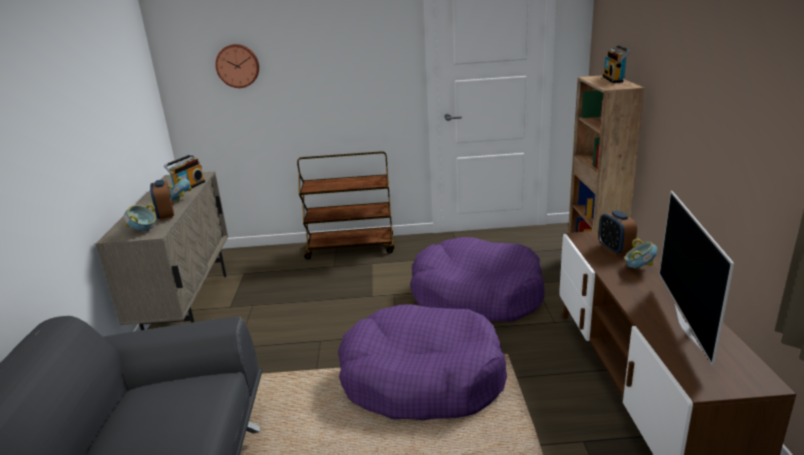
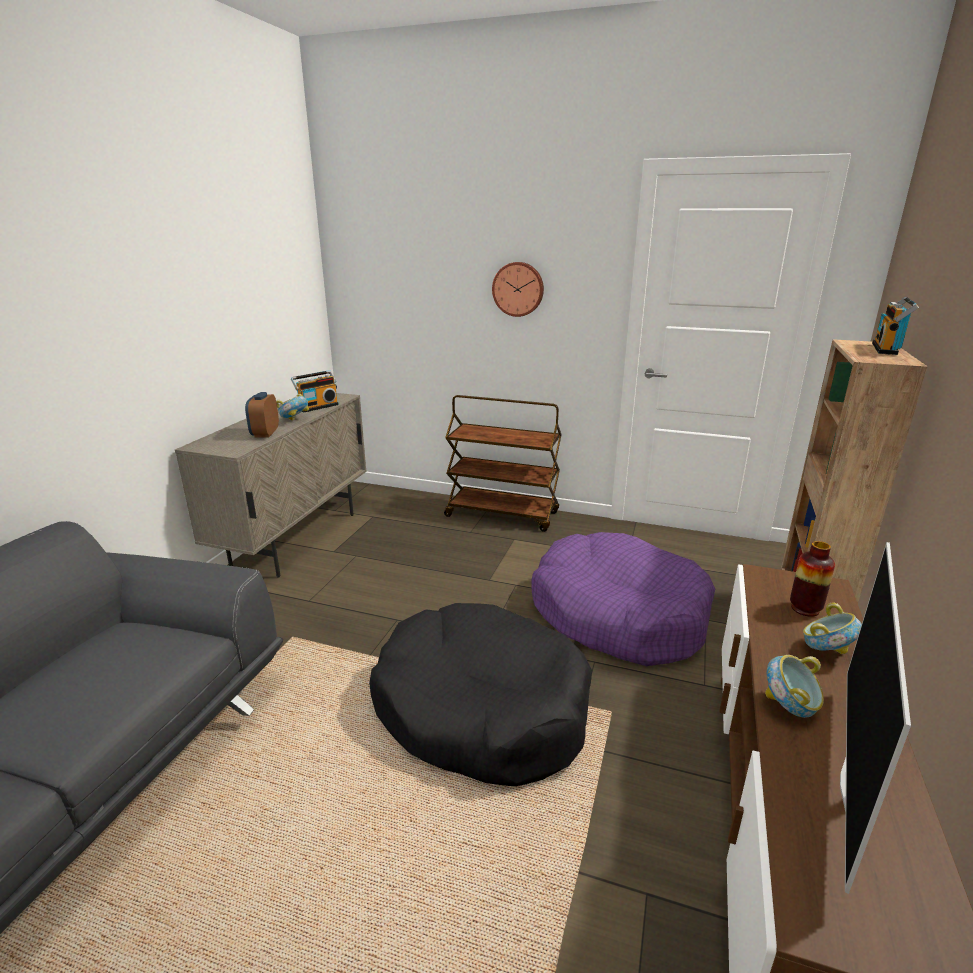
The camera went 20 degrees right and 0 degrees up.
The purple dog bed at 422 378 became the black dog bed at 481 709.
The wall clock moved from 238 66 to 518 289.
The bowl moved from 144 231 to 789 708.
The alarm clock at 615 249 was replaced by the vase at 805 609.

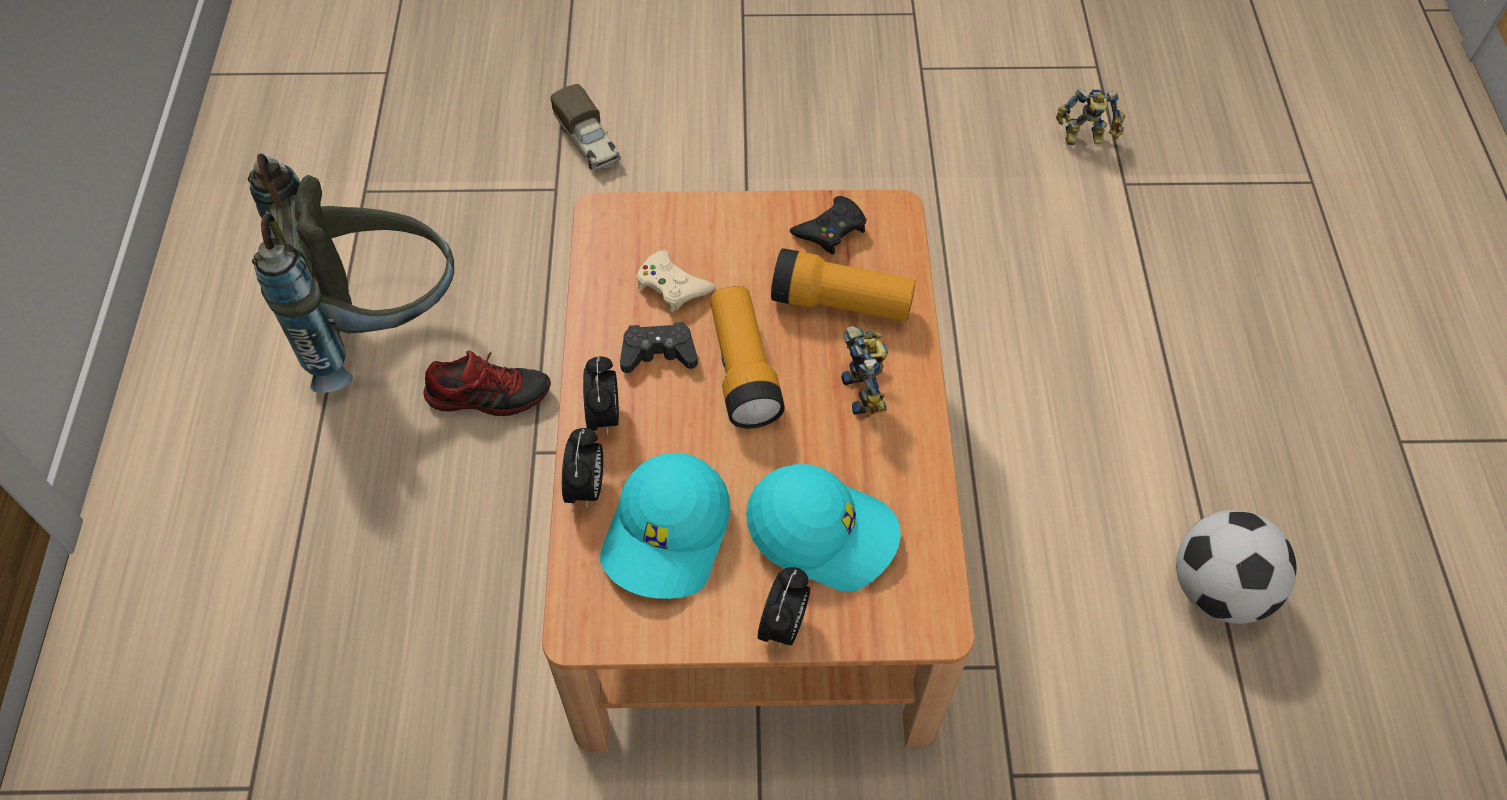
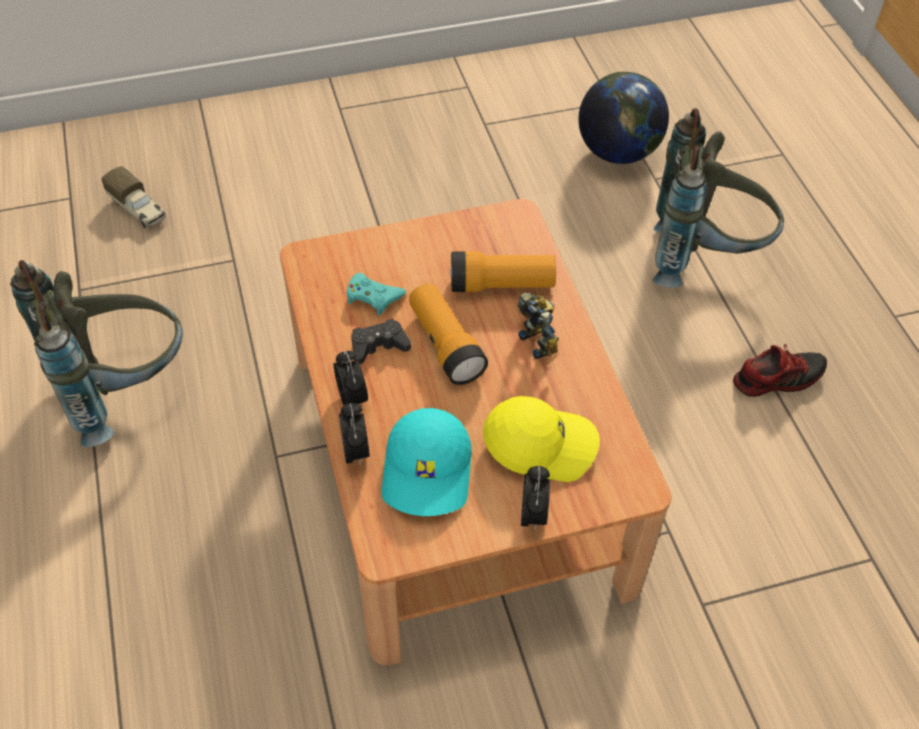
The camera went 15 degrees left and 5 degrees down.
The toy truck moved from 589 143 to 138 209.
The beige game controller at 672 286 became the turquoise game controller at 373 297.
The turquoise cap at 823 531 became the yellow cap at 540 443.
The toy robot at 1085 139 was replaced by the globe at 617 153.
The grey backpack at 704 257 appeared.
The shoe moved from 489 394 to 777 378.
The black game controller at 831 230 disappeared.
The football at 1218 590 disappeared.

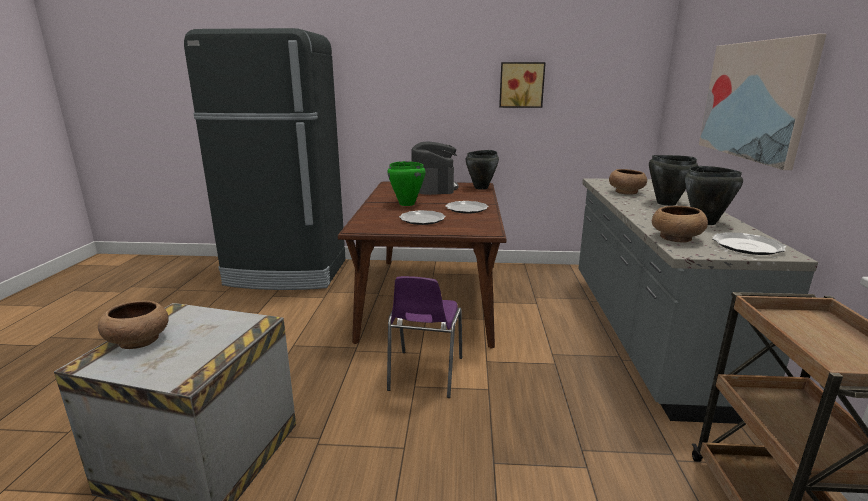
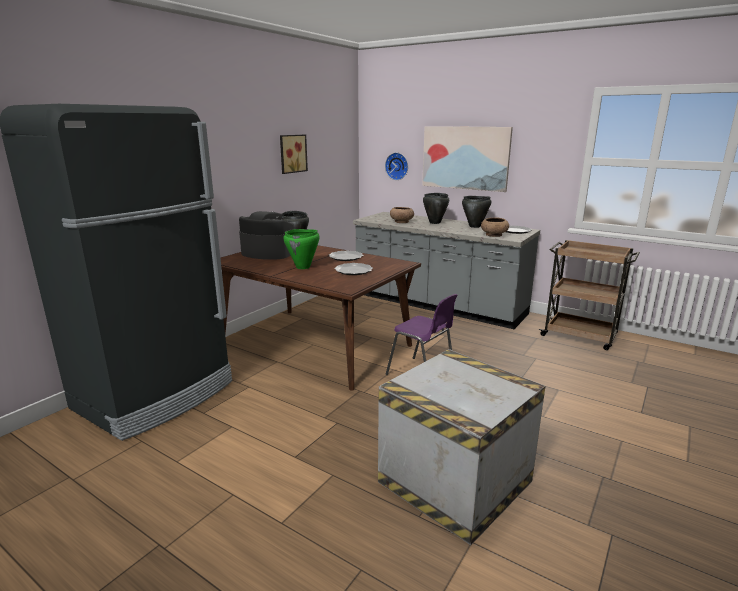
The camera went 60 degrees left and 0 degrees up.
The wall clock at 397 166 appeared.
The brown bowl at 139 340 disappeared.

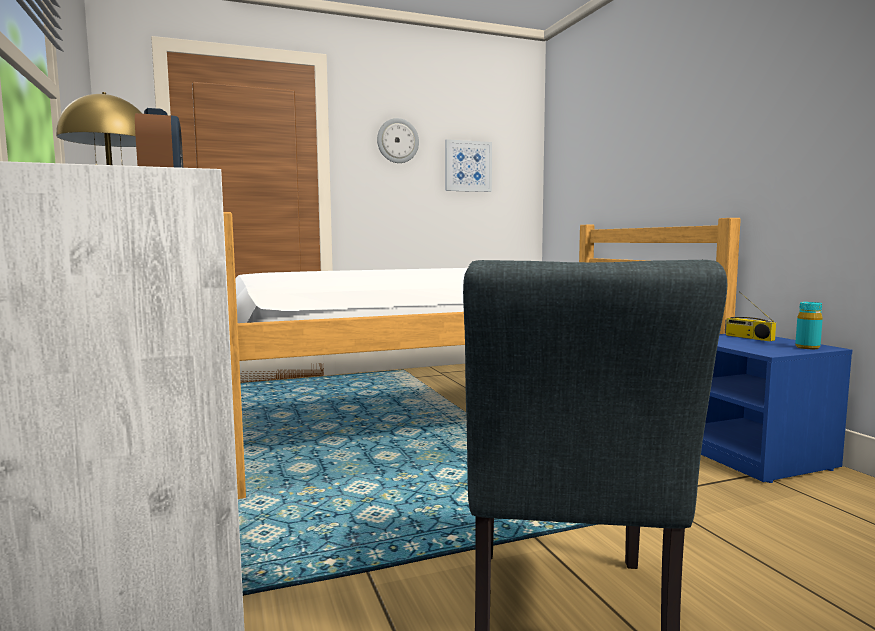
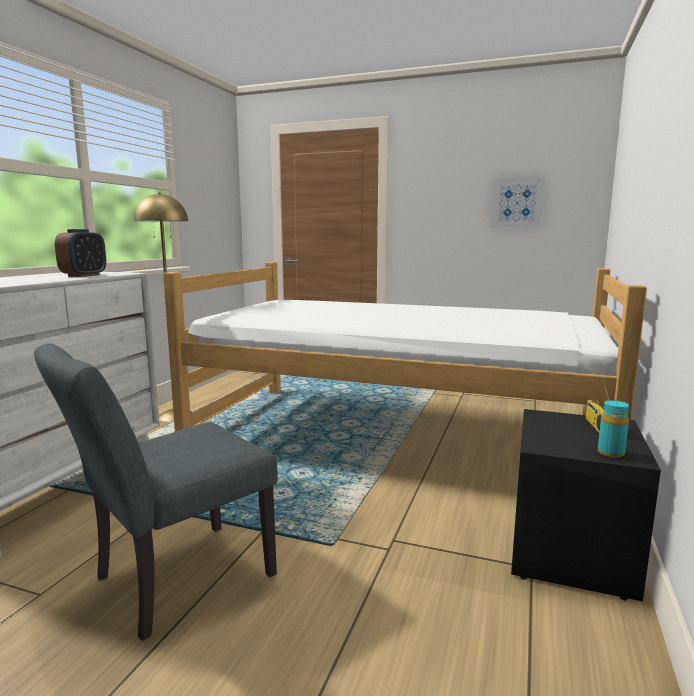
The camera went 40 degrees right and 5 degrees up.
The blue nightstand at 753 455 became the black nightstand at 572 552.
The wall clock at 397 141 disappeared.

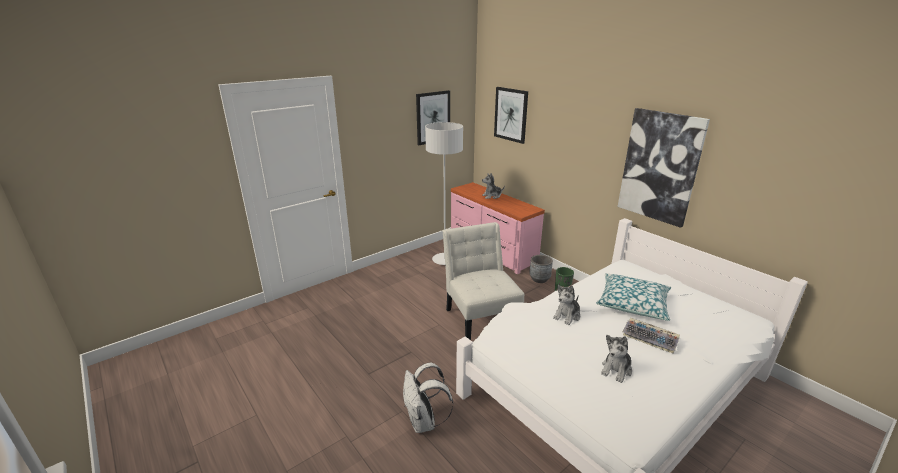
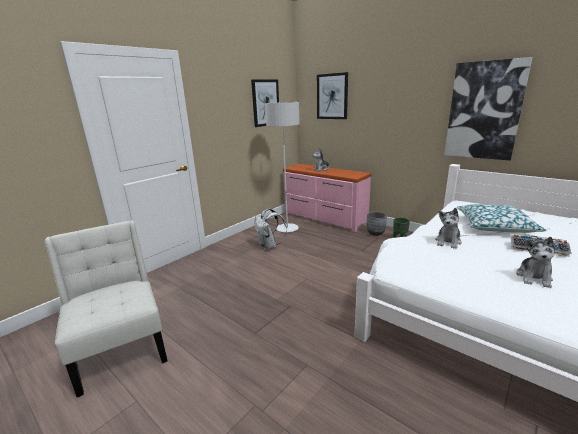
The camera went 10 degrees left and 5 degrees down.
The white chair moved from 480 317 to 122 347.
The white backpack moved from 424 422 to 269 247.

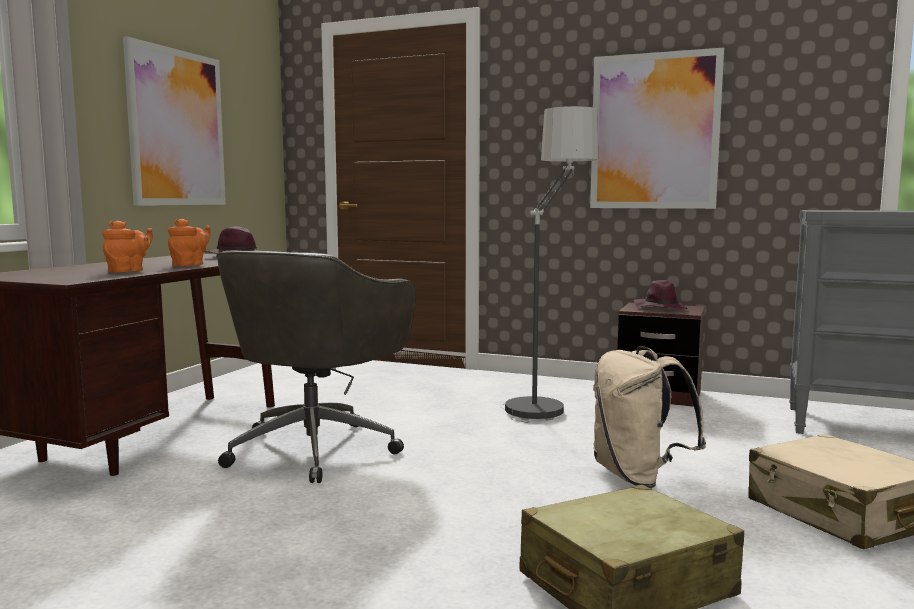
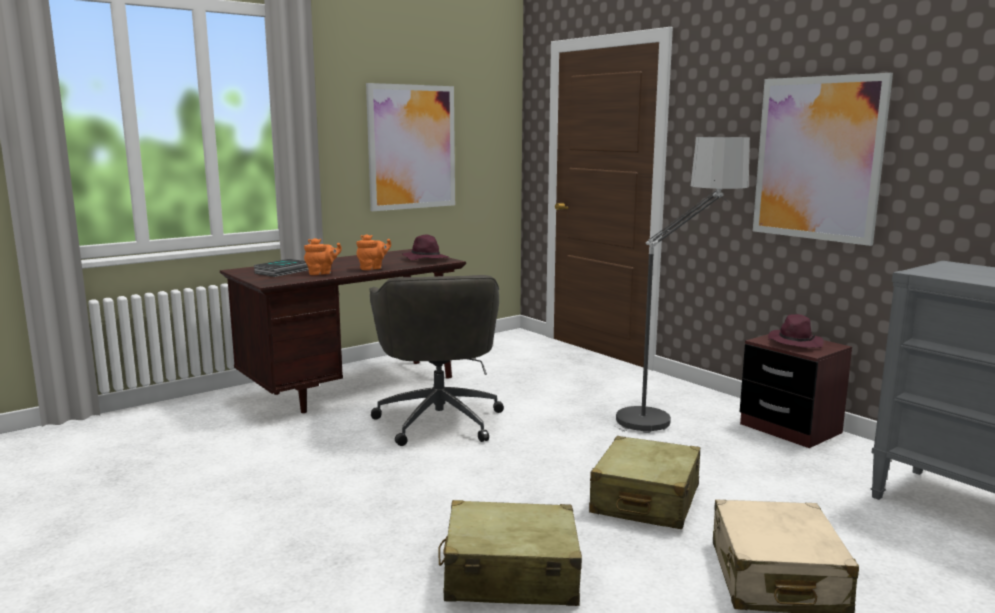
The camera went 30 degrees right and 5 degrees up.
The book at 282 272 appeared.
The grey office chair at 316 448 turned 60 degrees counterclockwise.
The beige backpack at 638 477 was replaced by the beige suitcase at 645 500.

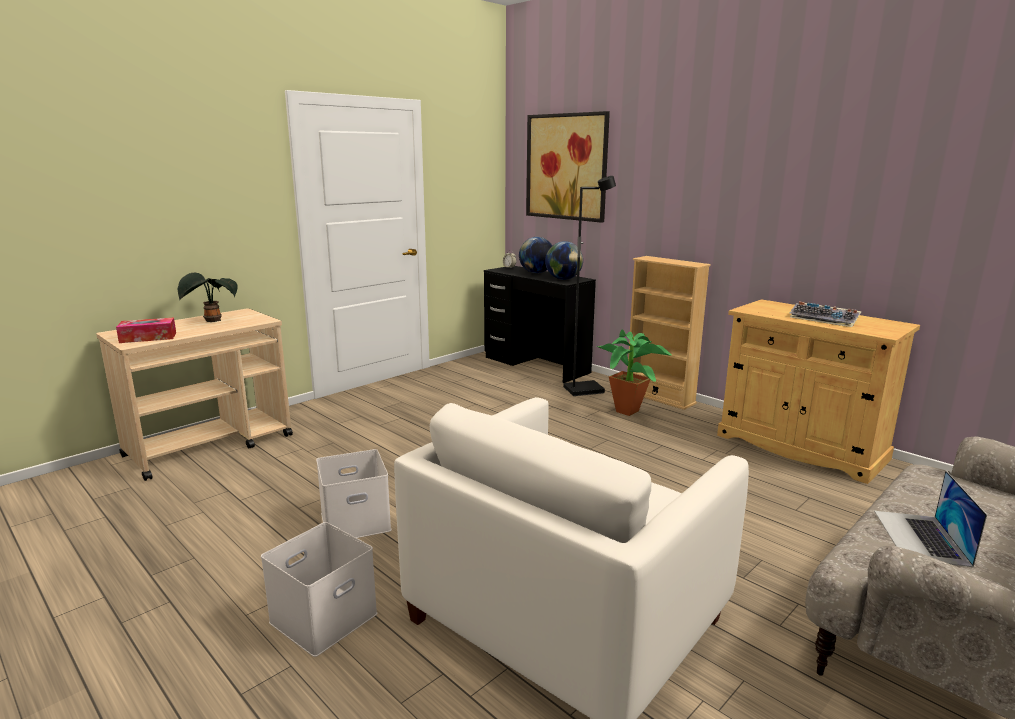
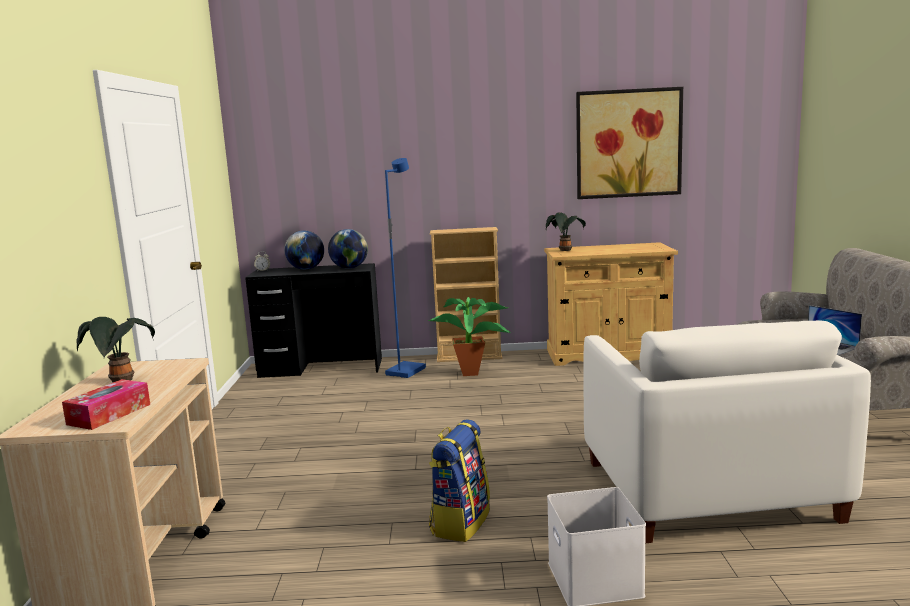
The camera went 45 degrees left and 5 degrees down.
The black floor lamp at 583 390 became the blue floor lamp at 405 371.
The white storage box at 356 520 was replaced by the backpack at 460 522.
The potted plant at 565 251 appeared.
The picture moved from 566 167 to 628 143.
The keyboard at 825 319 disappeared.

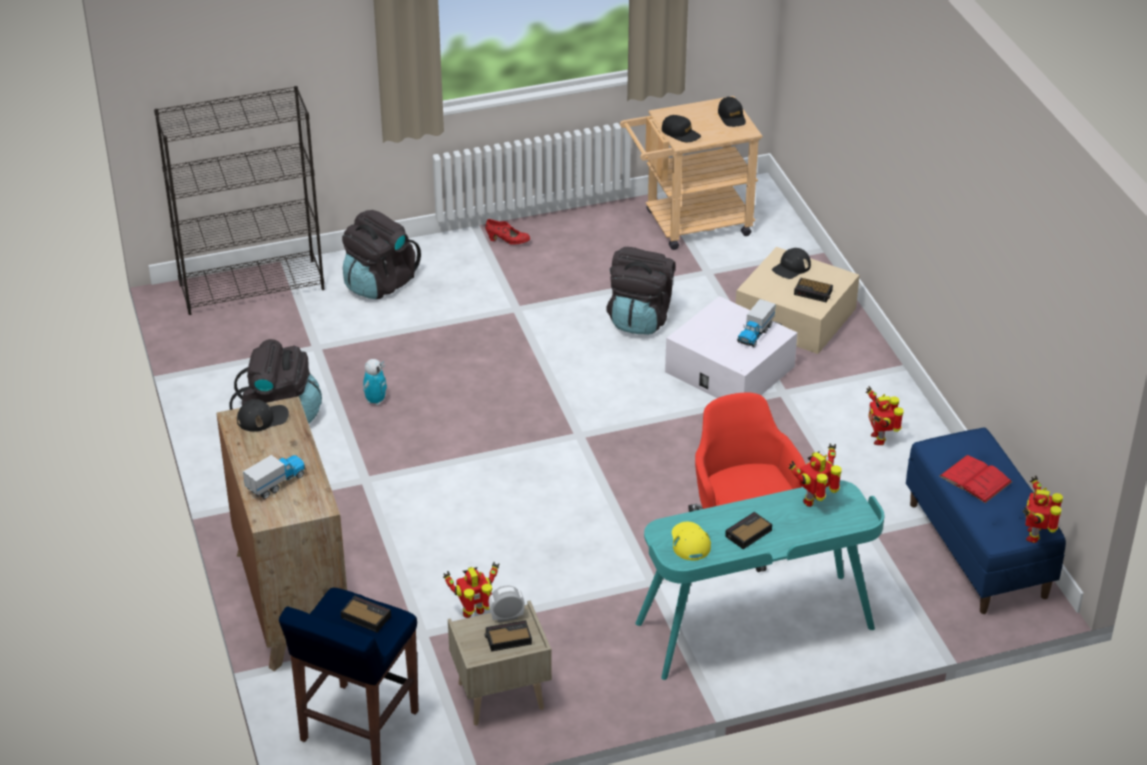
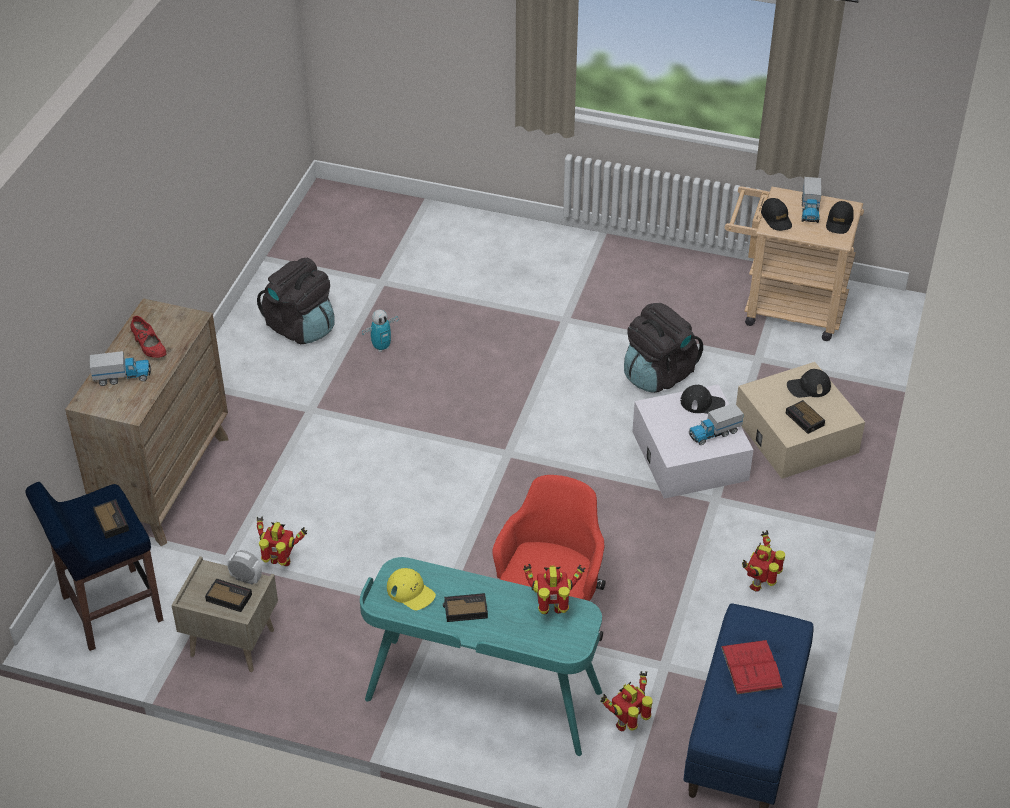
The camera went 35 degrees right and 5 degrees up.
The red shoe moved from 507 241 to 149 348.
The yellow cap at 690 542 turned 105 degrees clockwise.
The toy robot moved from 1035 535 to 628 724.
The black cap moved from 263 418 to 702 403.
The toy truck at 810 210 appeared.
The black bookcase at 252 287 disappeared.
The black backpack at 379 283 disappeared.

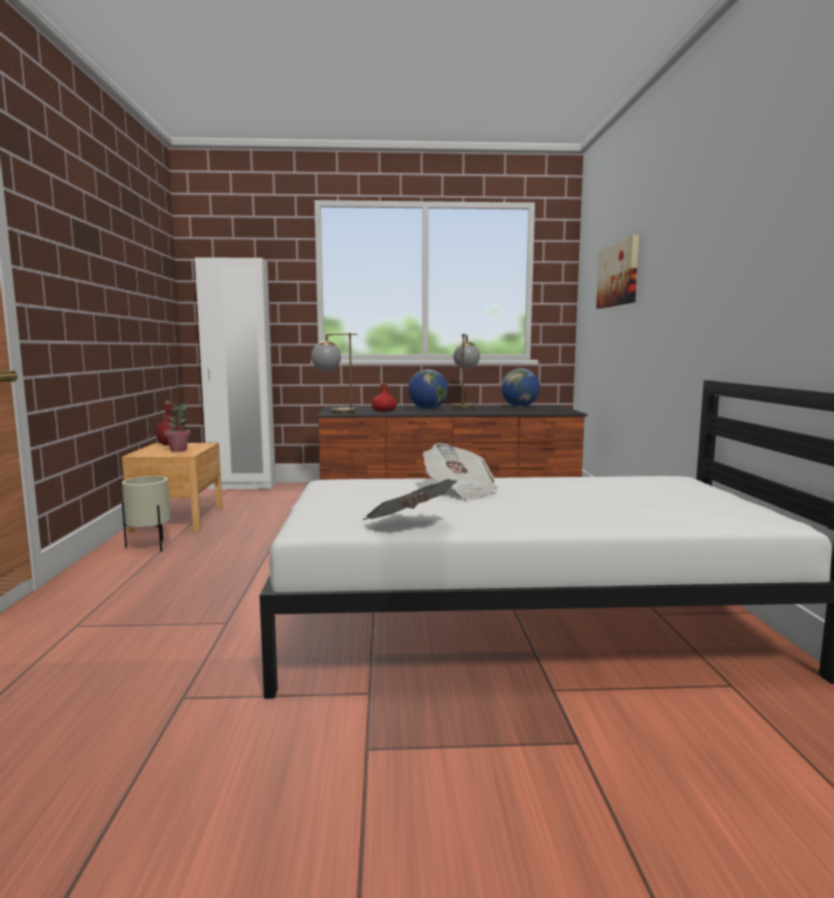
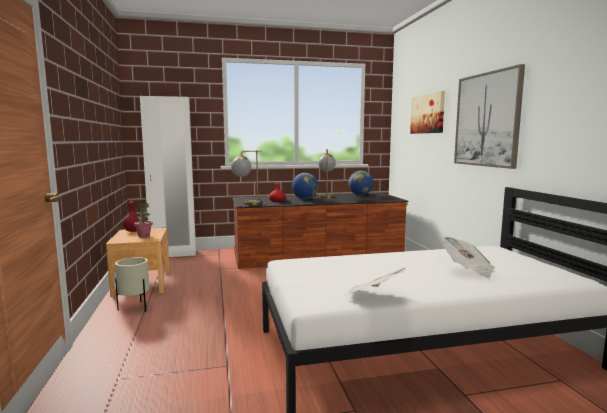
The camera went 10 degrees left and 0 degrees up.
The newspaper moved from 459 491 to 468 270.
The picture at 487 120 appeared.

